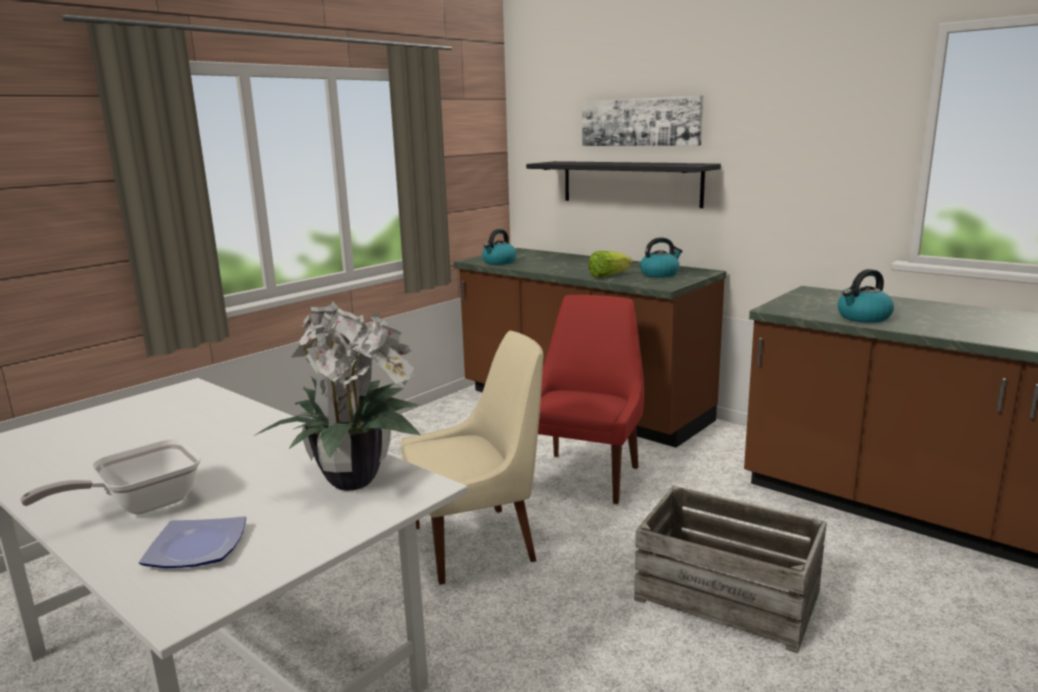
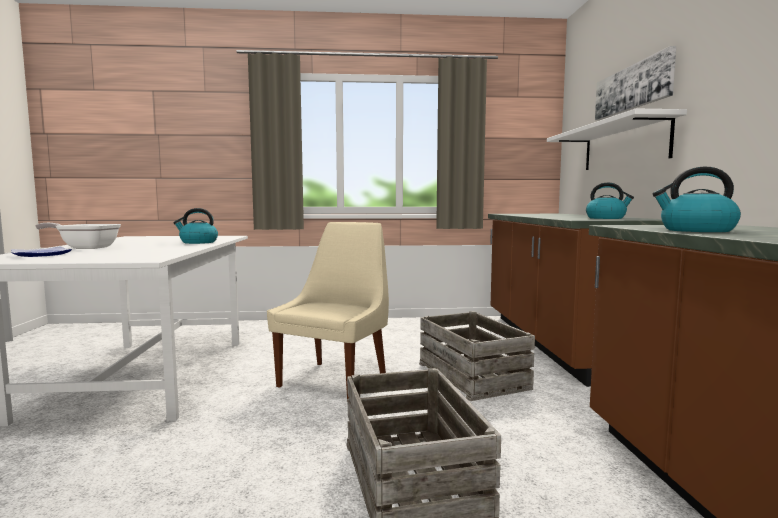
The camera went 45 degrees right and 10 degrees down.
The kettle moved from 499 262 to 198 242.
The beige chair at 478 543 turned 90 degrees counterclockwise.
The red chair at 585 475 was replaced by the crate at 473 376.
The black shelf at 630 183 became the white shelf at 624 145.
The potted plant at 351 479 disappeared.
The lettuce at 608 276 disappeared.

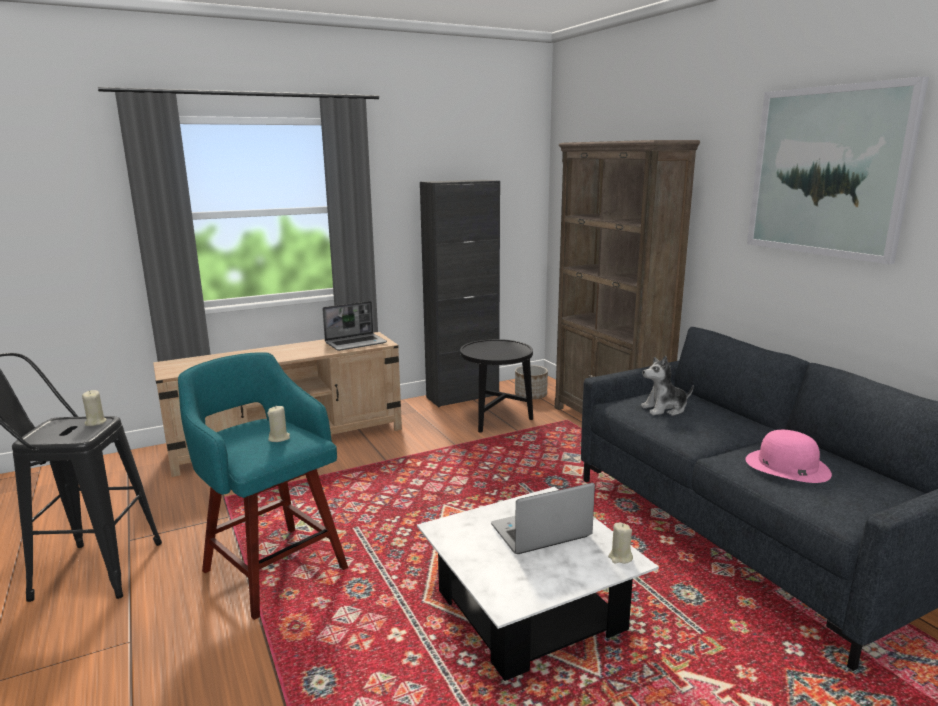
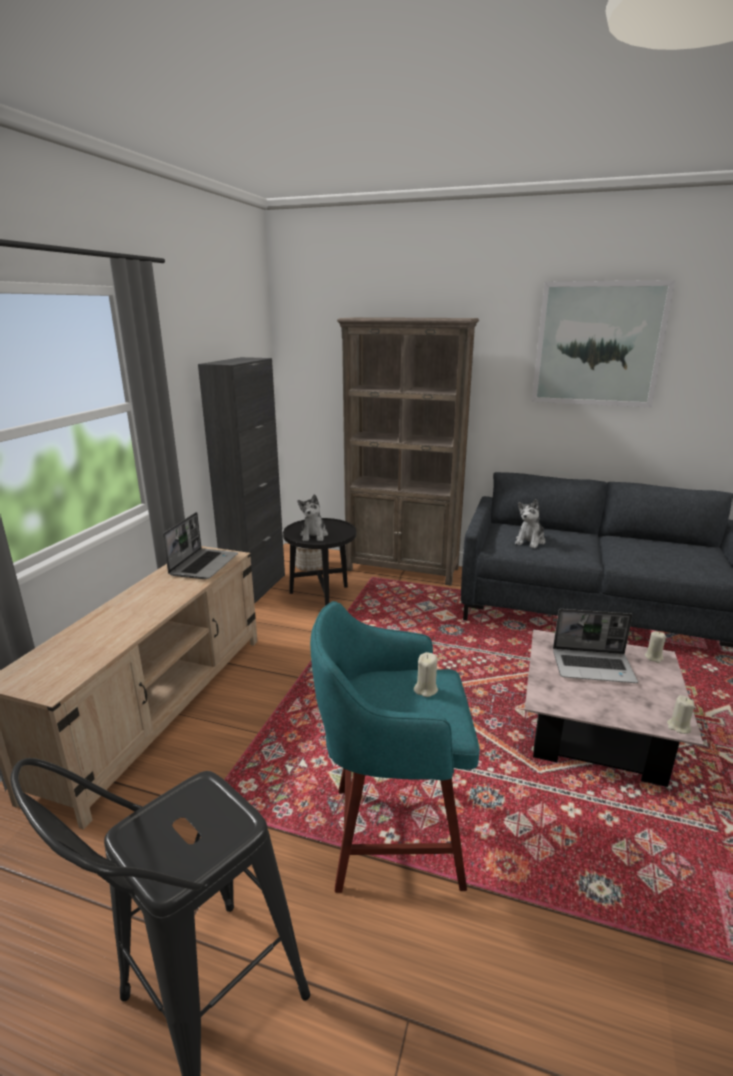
The camera went 45 degrees left and 5 degrees up.
The plush toy at 314 535 appeared.
The white coffee table at 529 610 became the pink coffee table at 595 731.
The laptop at 540 532 turned 105 degrees counterclockwise.
The beige candle moved from 95 422 to 678 727.
The pink hat at 787 466 disappeared.

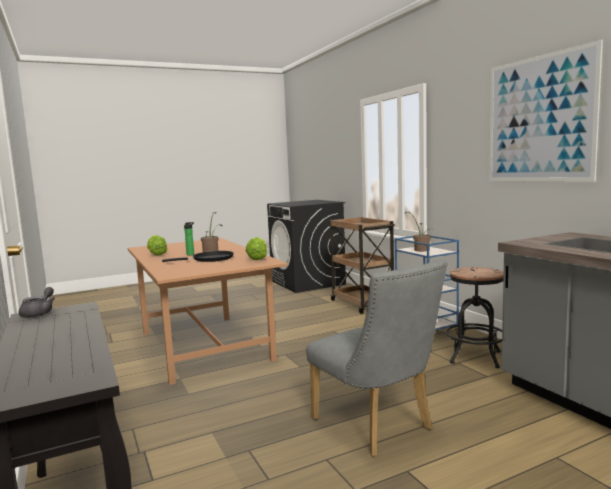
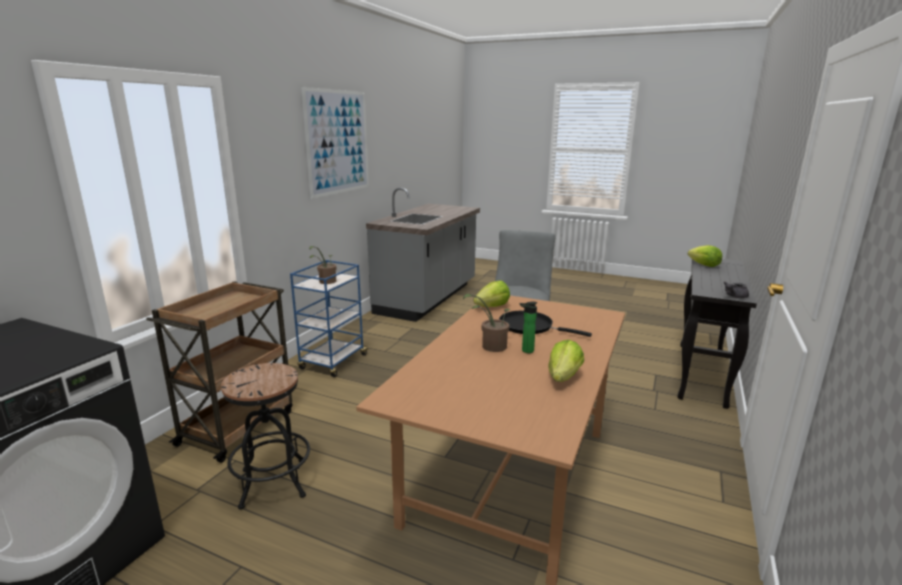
The camera went 130 degrees left and 10 degrees up.
The black stool moved from 475 357 to 273 483.
The lettuce at 704 265 appeared.

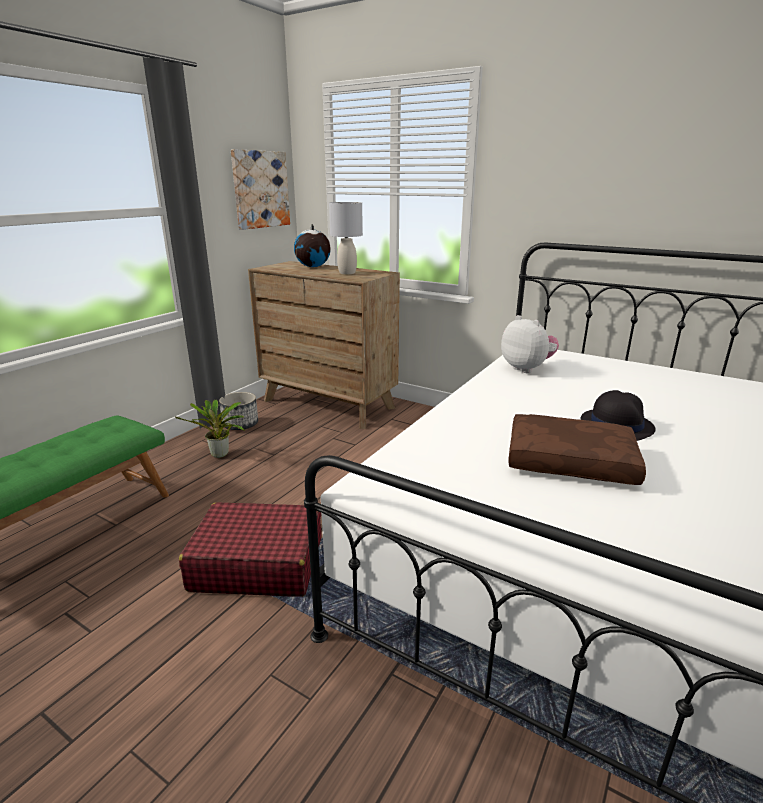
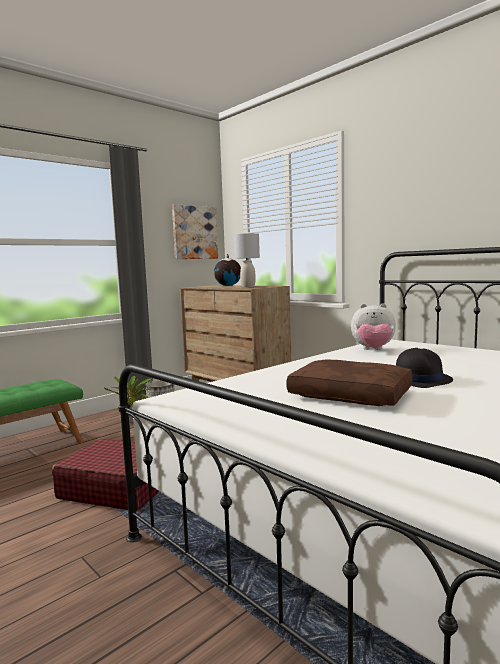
The camera went 15 degrees right and 15 degrees down.
The plush toy at 527 368 turned 120 degrees clockwise.

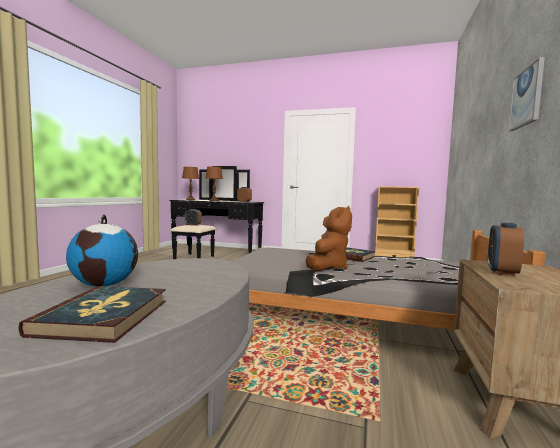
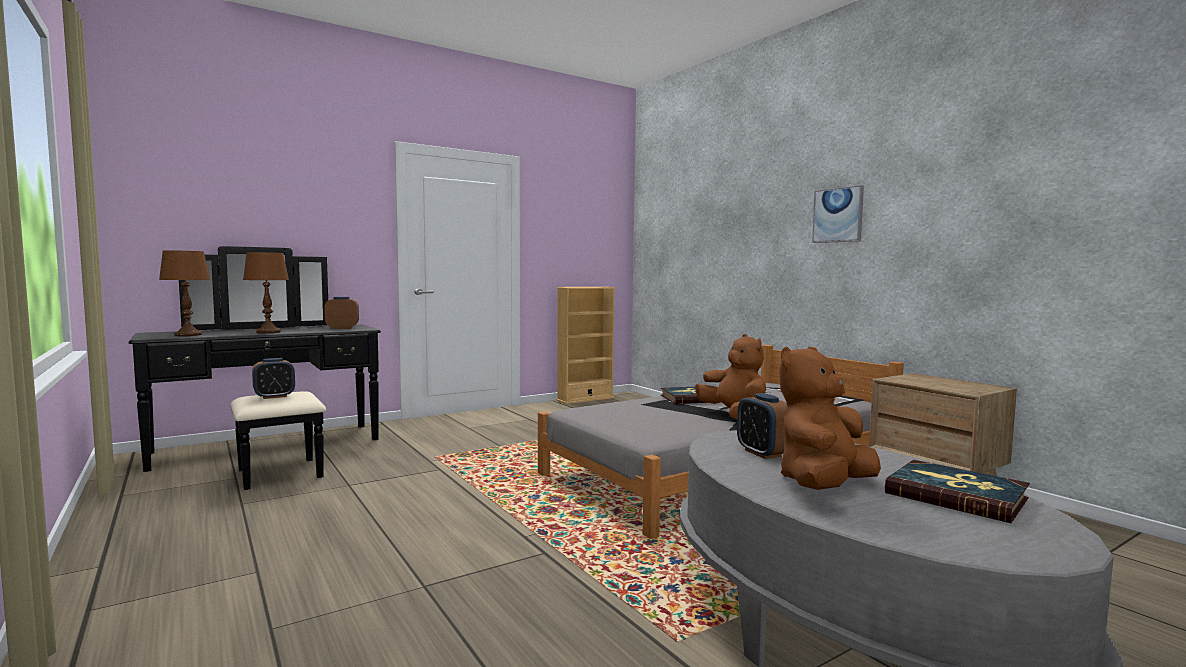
The camera went 50 degrees left and 0 degrees up.
The alarm clock moved from 502 272 to 762 453.
The globe at 105 285 was replaced by the brown plush toy at 823 486.

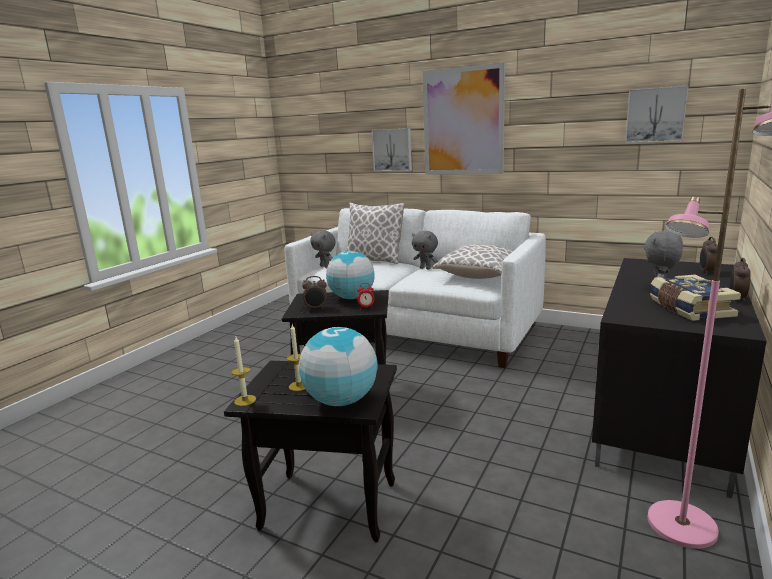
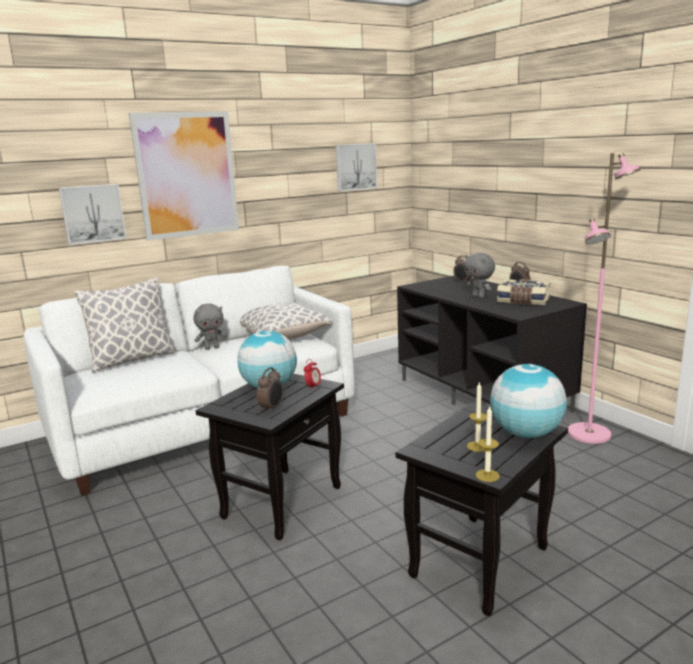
The camera went 60 degrees left and 0 degrees up.
The grey plush toy at 325 266 disappeared.

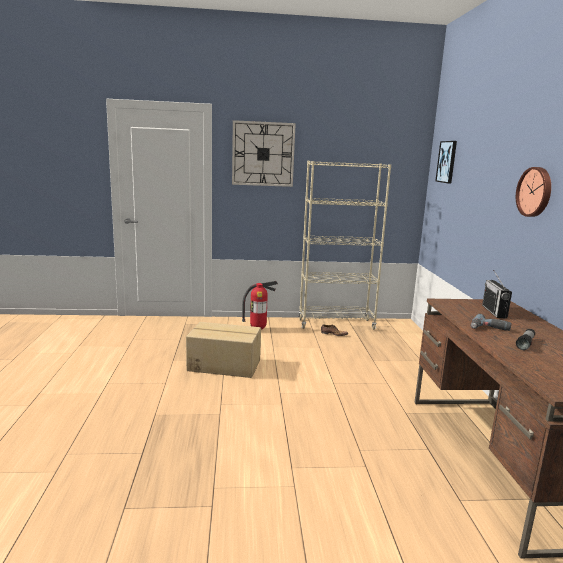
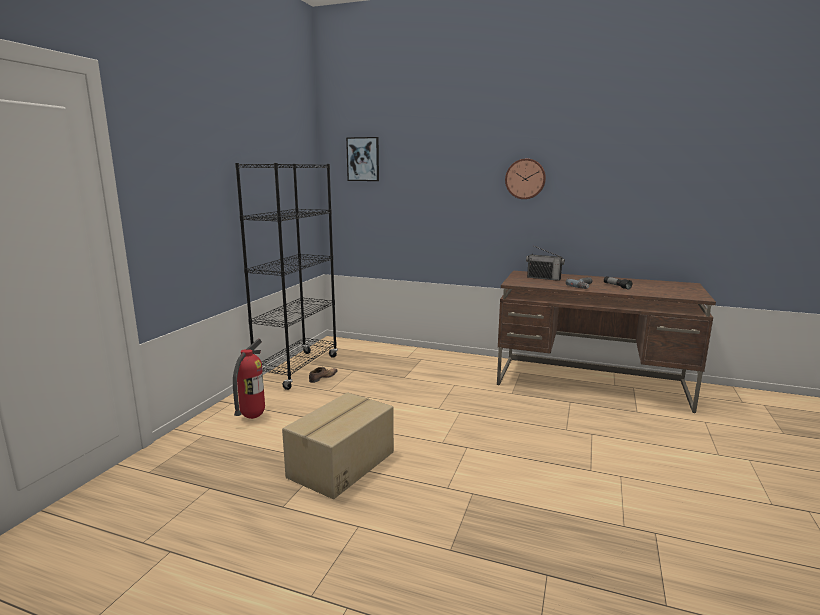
The camera went 65 degrees left and 0 degrees up.
The beige bookcase at 336 324 became the black bookcase at 298 370.
The wall clock at 263 154 disappeared.

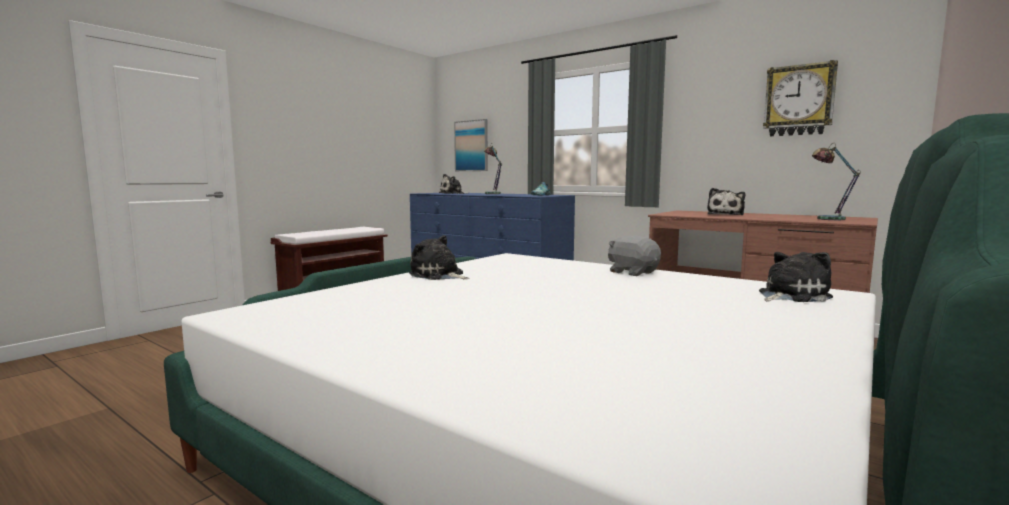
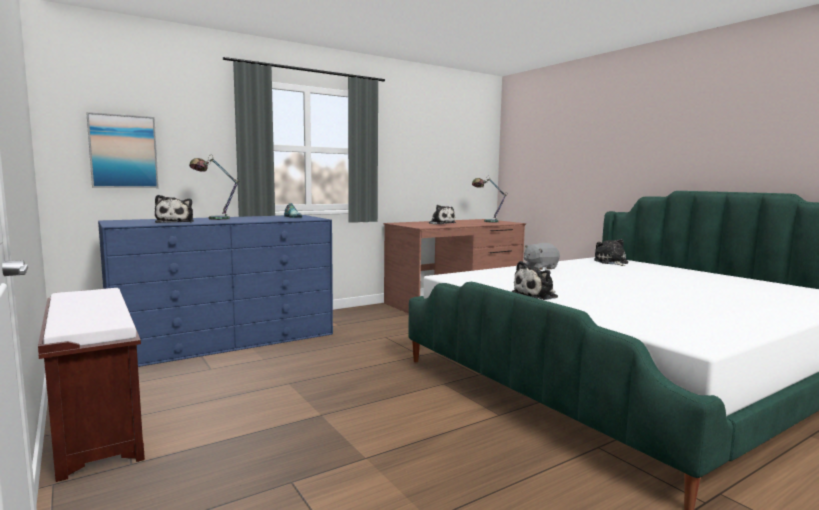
The camera went 70 degrees left and 0 degrees up.
The wall clock at 799 100 disappeared.

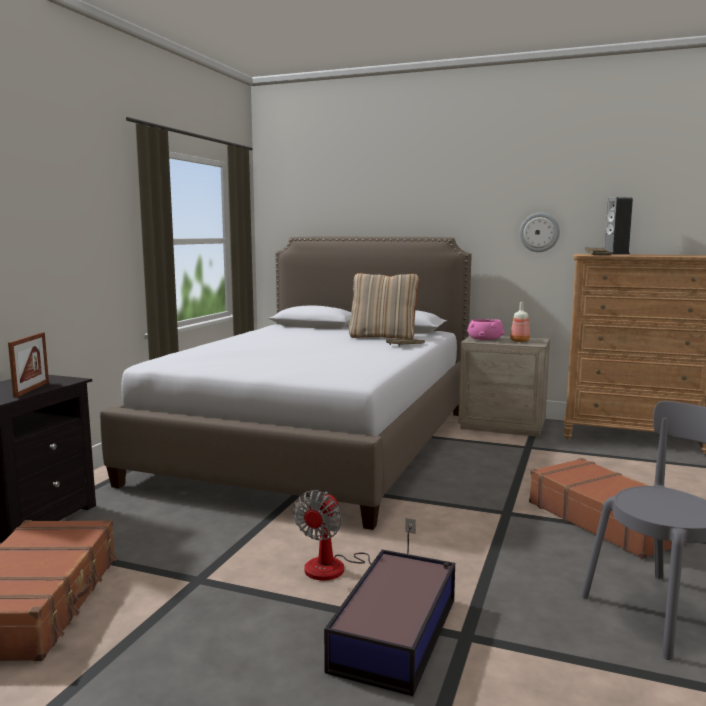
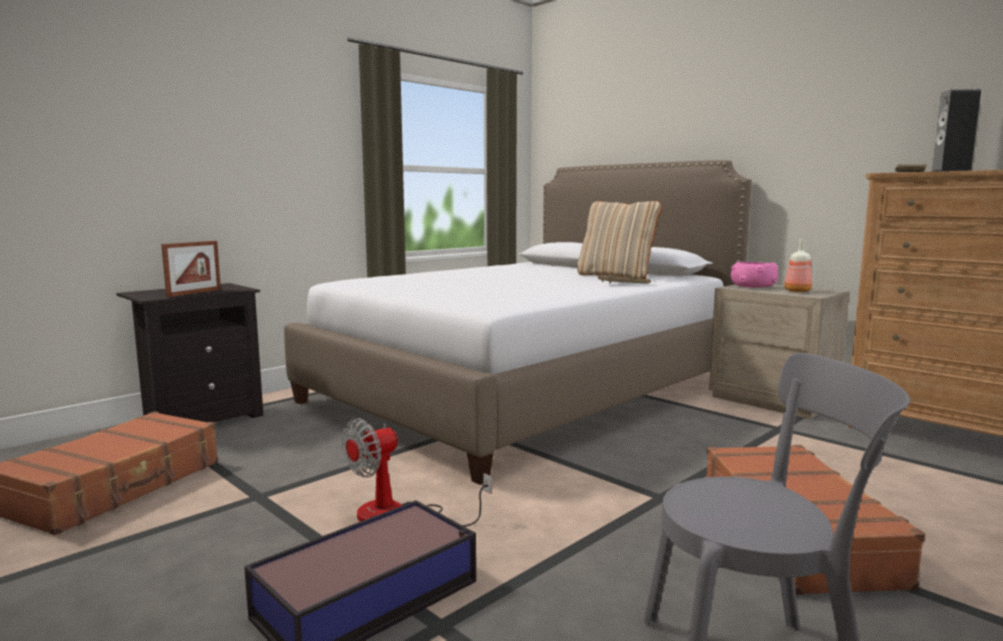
The camera went 25 degrees right and 0 degrees up.
The wall clock at 539 232 disappeared.

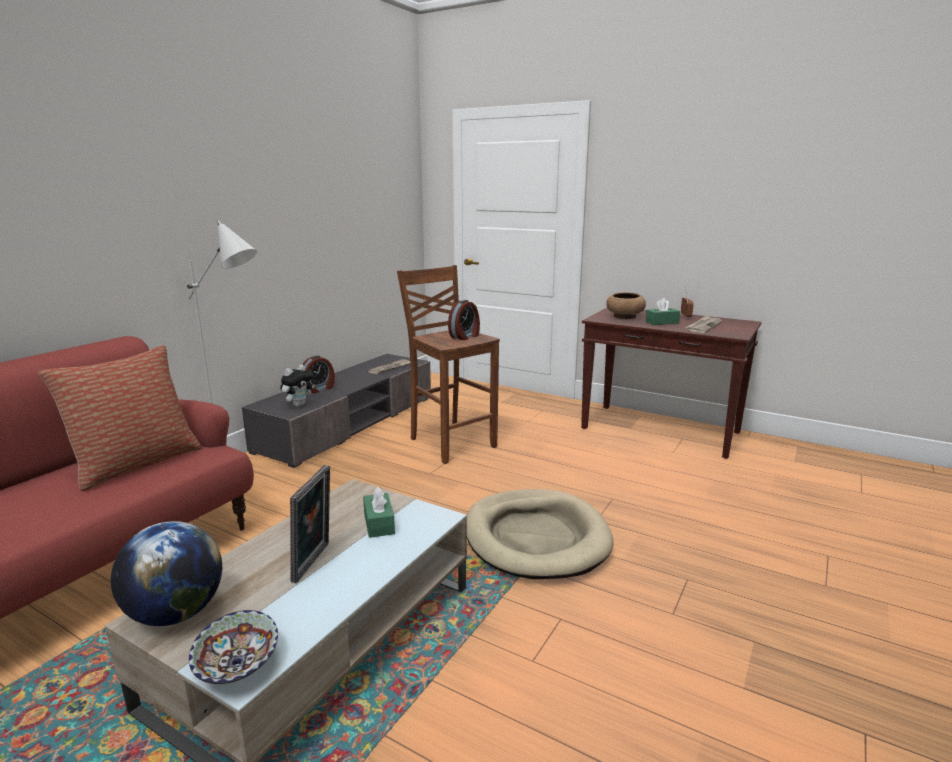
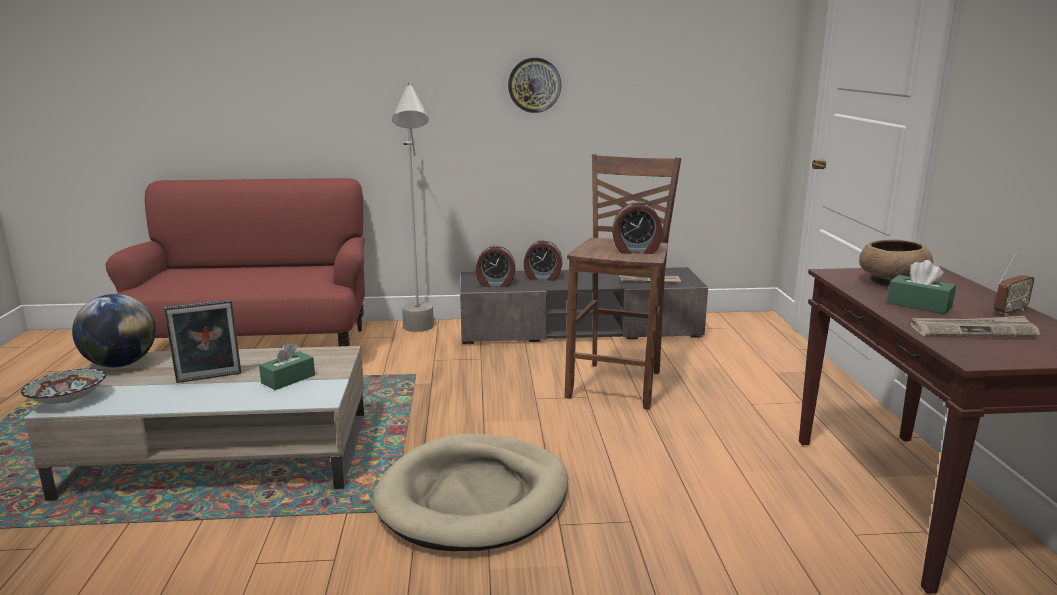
The camera went 55 degrees right and 0 degrees up.
The plush toy at 299 405 was replaced by the alarm clock at 495 284.
The wall clock at 534 85 appeared.
The pillow at 136 463 disappeared.

